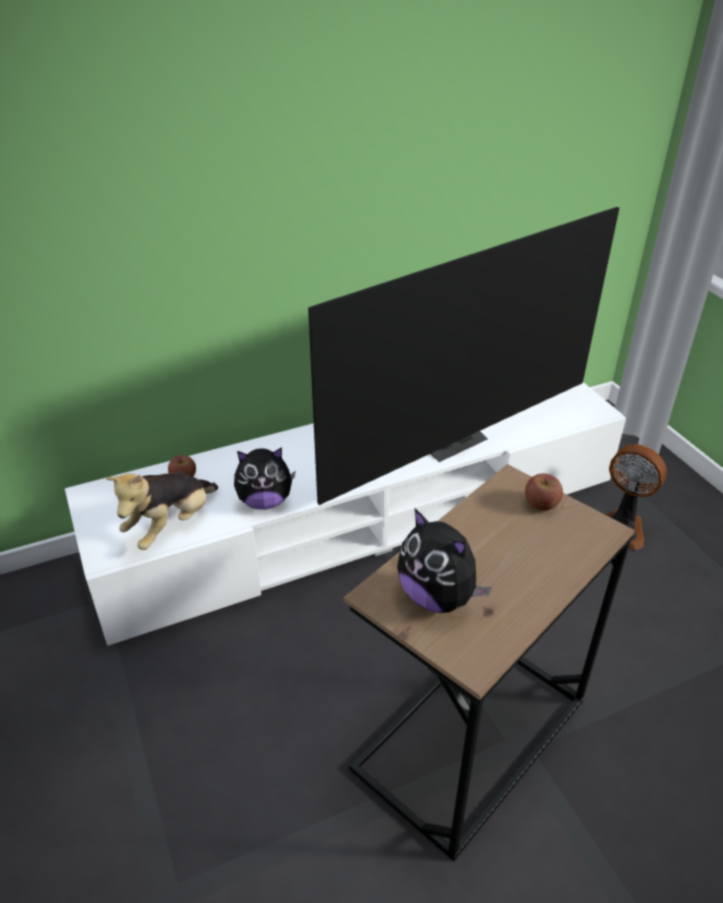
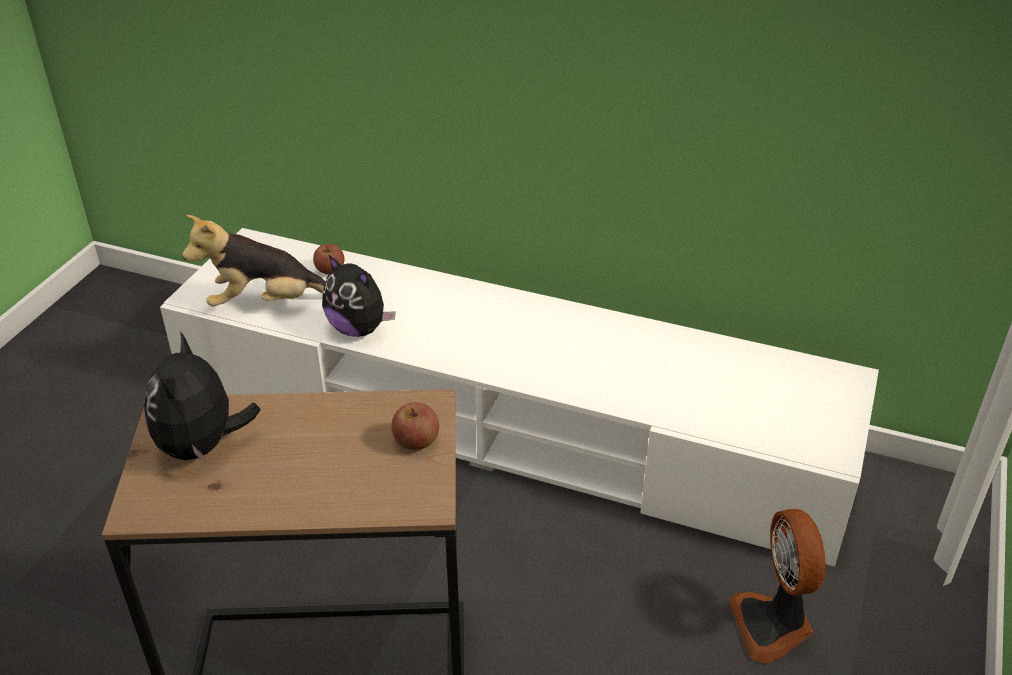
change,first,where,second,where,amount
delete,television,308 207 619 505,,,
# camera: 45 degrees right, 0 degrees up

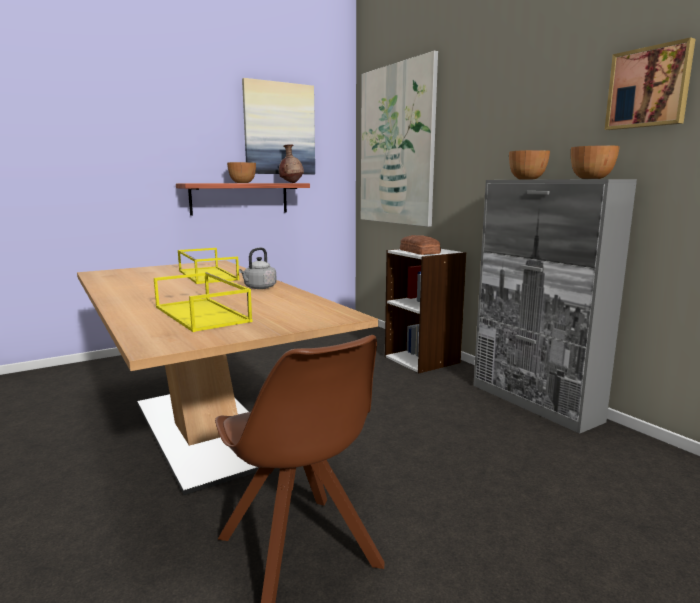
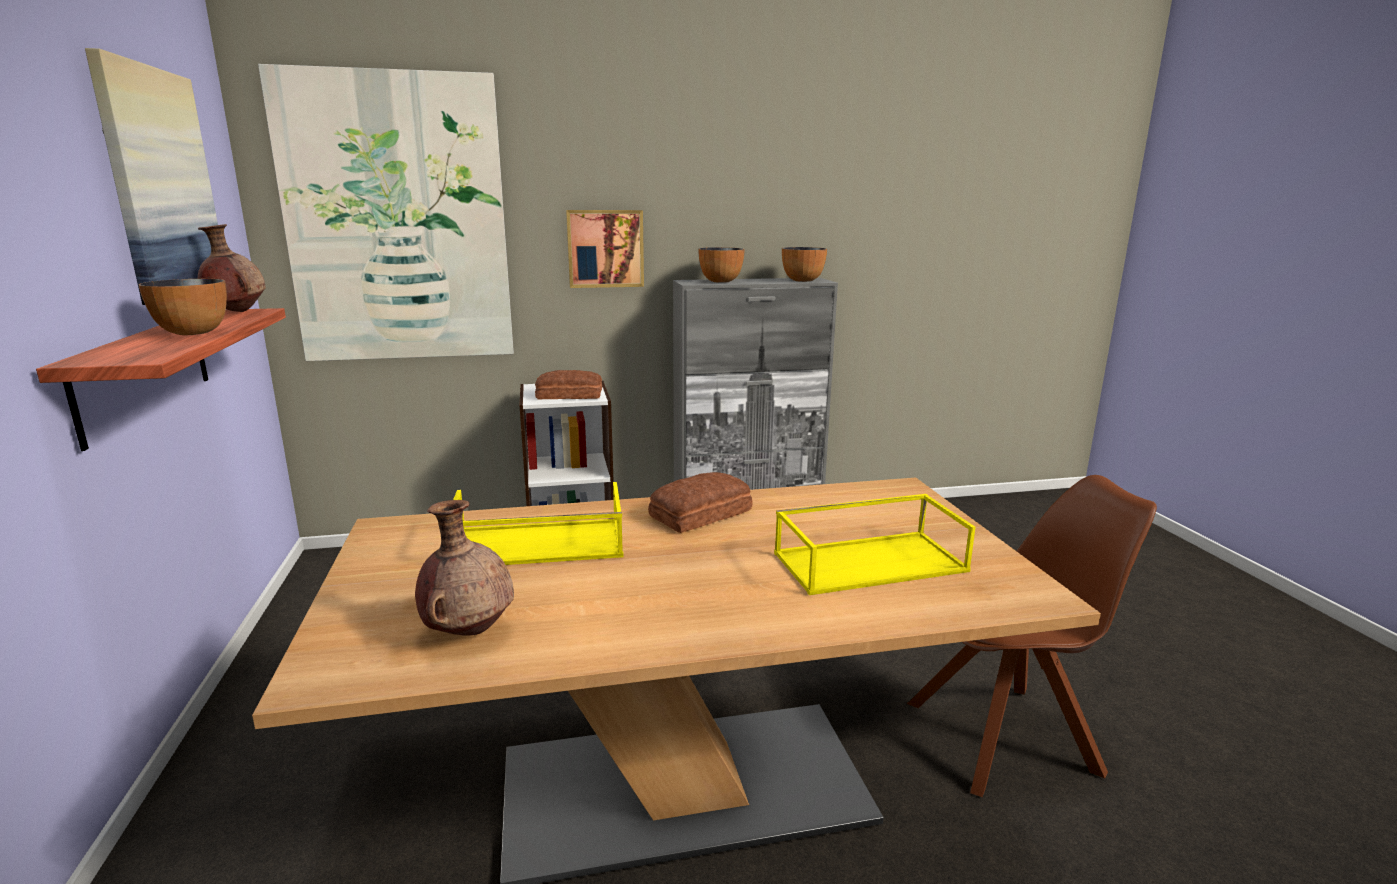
change,first,where,second,where,amount
move,picture,605 37 696 130,,566 210 644 288,
replace,kettle (grey),239 248 277 289,bread,648 472 752 533,
insert,,,vase (brown),415 500 514 636,
# camera: 70 degrees left, 5 degrees up

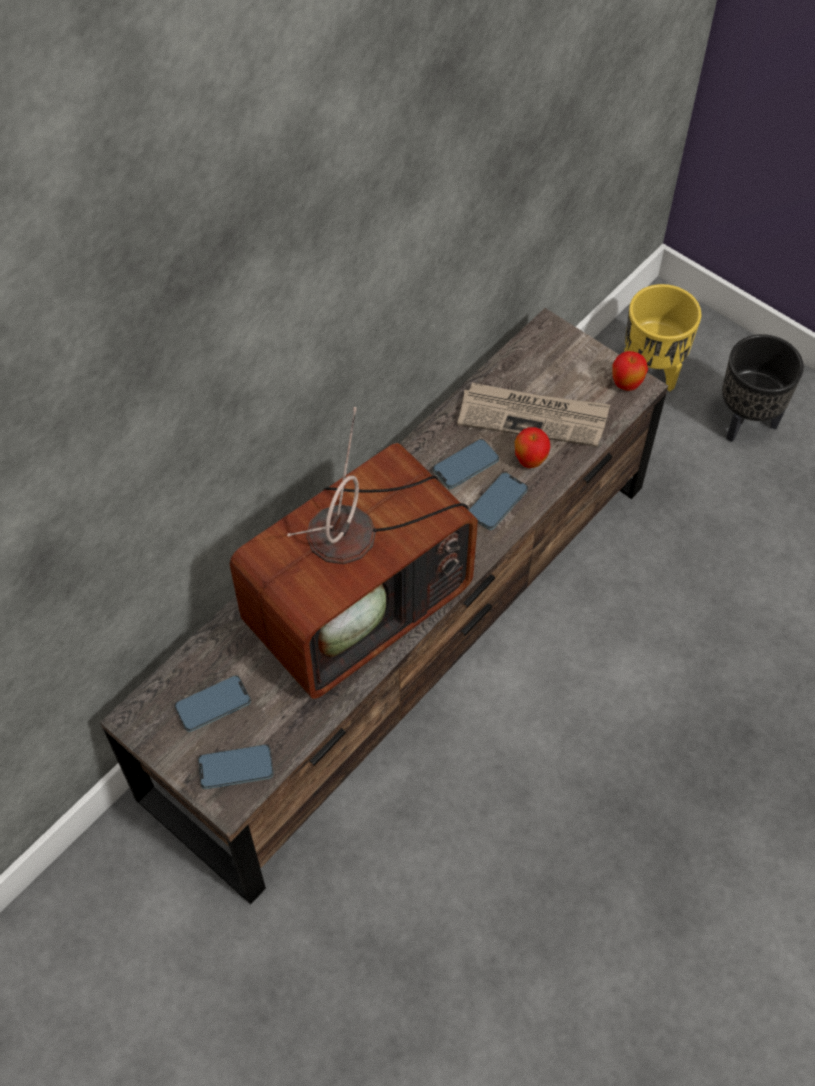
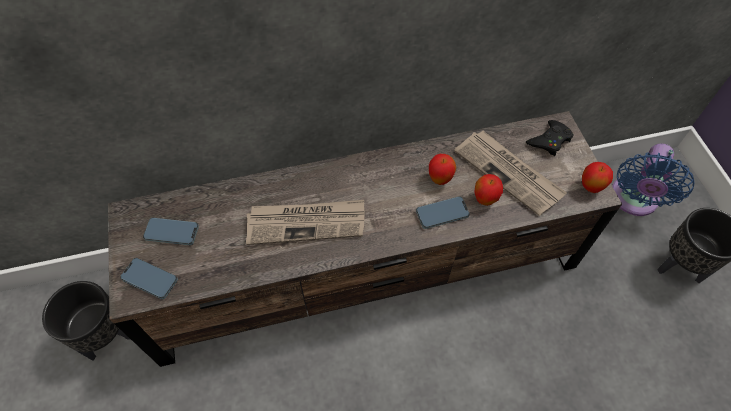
change,first,where,second,where,amount
replace,planter (yellow),624 284 701 392,fan (blue),612 144 694 216,
replace,television,229 407 478 699,newspaper,246 200 364 245,
replace,phone,433 439 499 489,apple,429 154 456 185,
insert,,,game controller (black),526 120 573 156,
insert,,,planter (black),42 281 130 361,
# camera: 35 degrees right, 0 degrees up

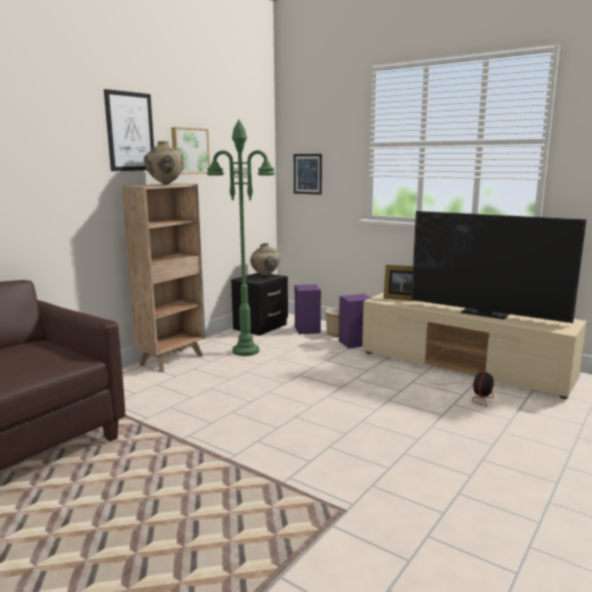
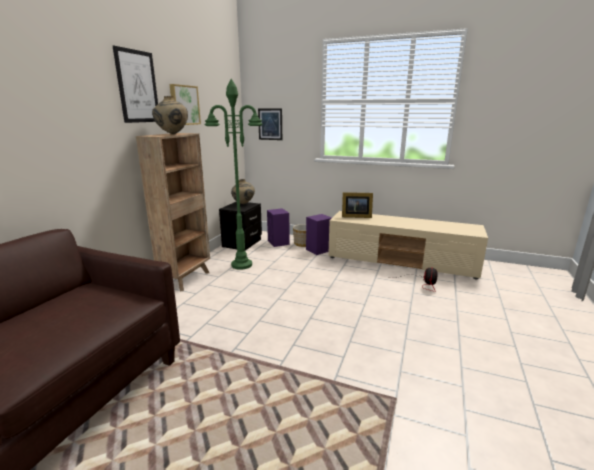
change,first,where,second,where,amount
delete,television,411 211 586 323,,,
# camera: 15 degrees left, 5 degrees up

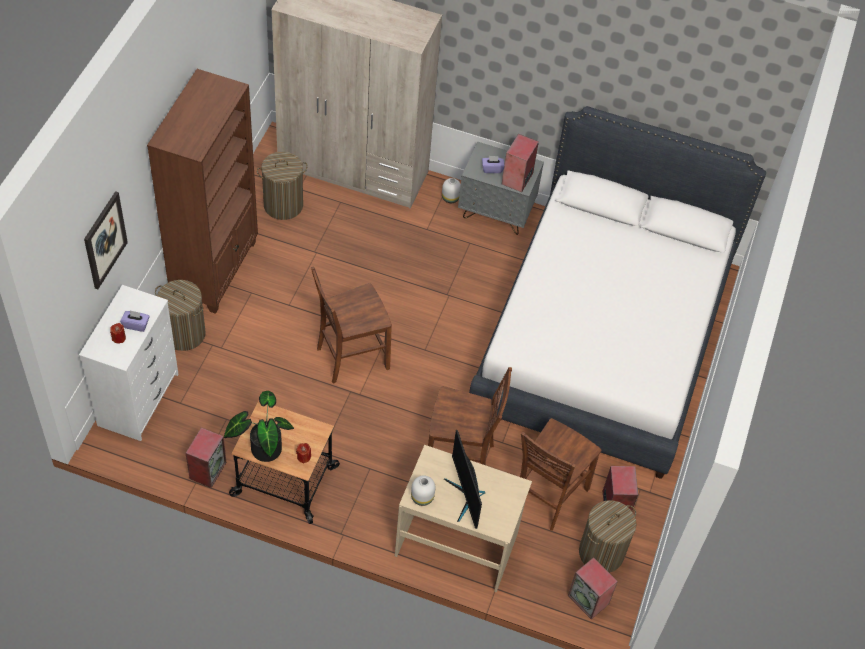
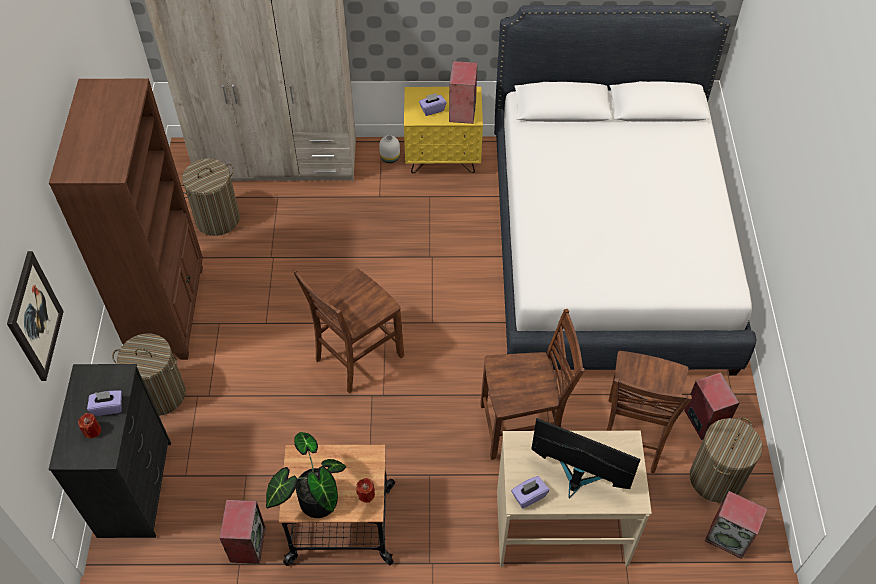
change,first,where,second,where,amount
recolor,nightstand (grey),458 142 544 235,nightstand (yellow),404 87 483 173,
recolor,dresser (white),79 285 179 441,dresser (black),49 364 171 538,
rotate,monitor,444 430 485 529,,531 418 641 499,150 degrees clockwise
replace,vase (white),411 476 435 506,tissue box (purple),511 476 549 509,
# camera: 15 degrees left, 0 degrees up

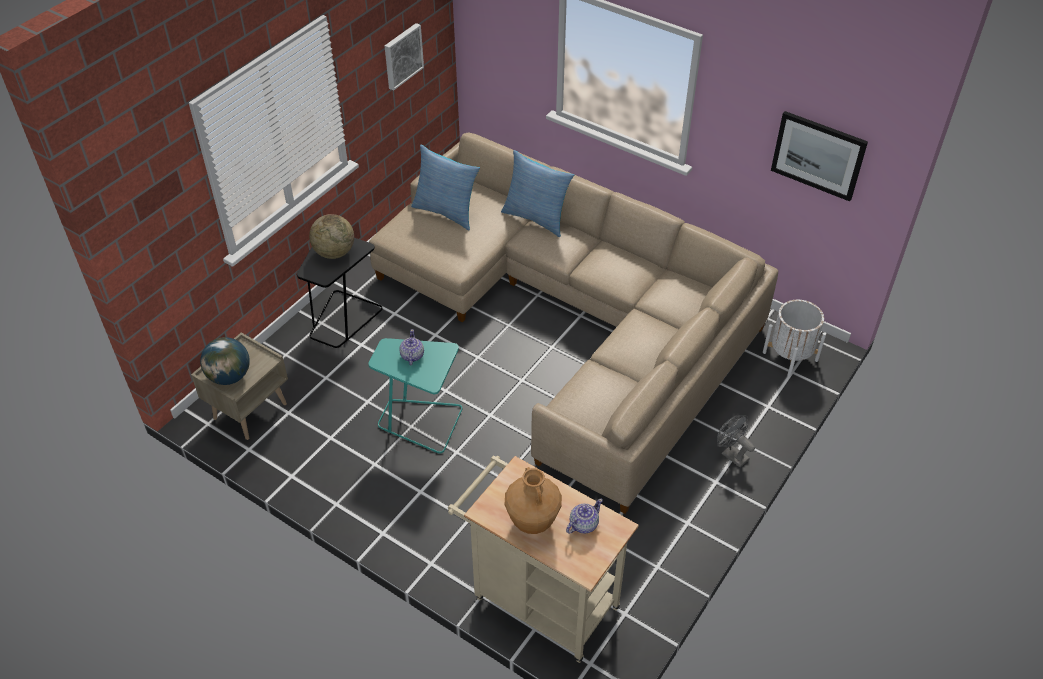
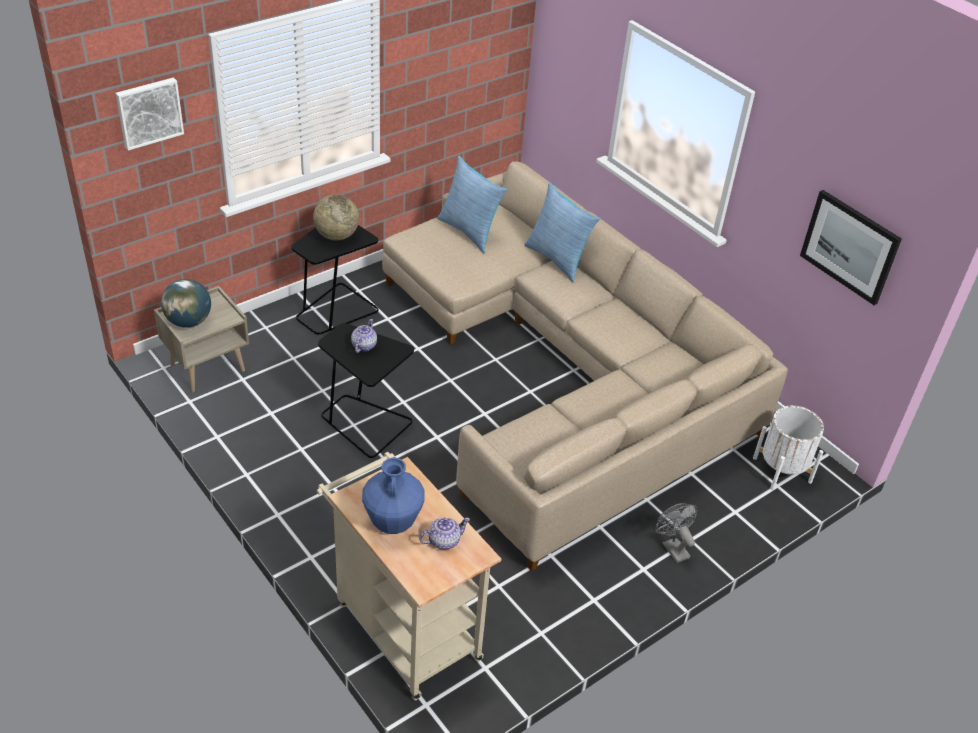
change,first,where,second,where,amount
move,picture,385 23 424 91,,116 77 184 151,
recolor,side table (turquoise),368 338 462 454,side table (black),318 323 414 458,
recolor,vase (brown),505 467 562 534,vase (blue),362 457 424 534,
# camera: 15 degrees right, 5 degrees down

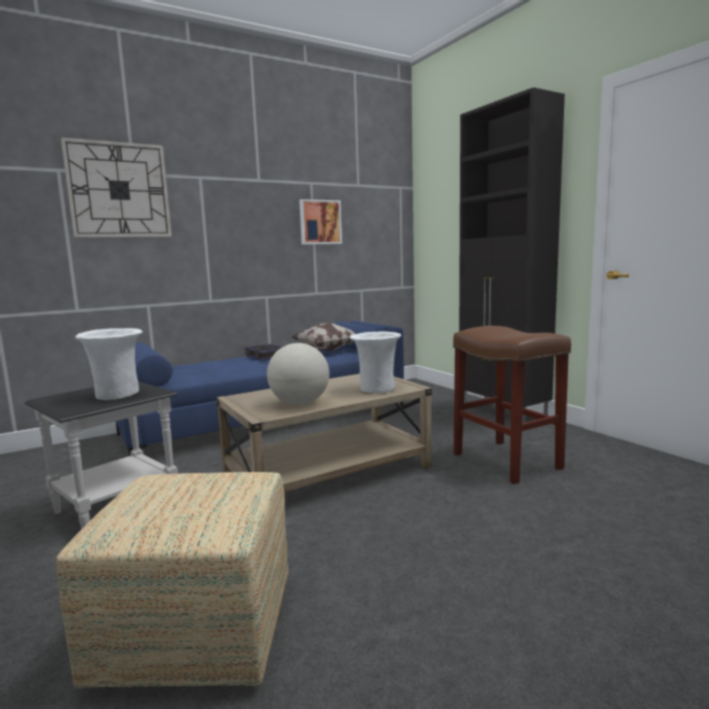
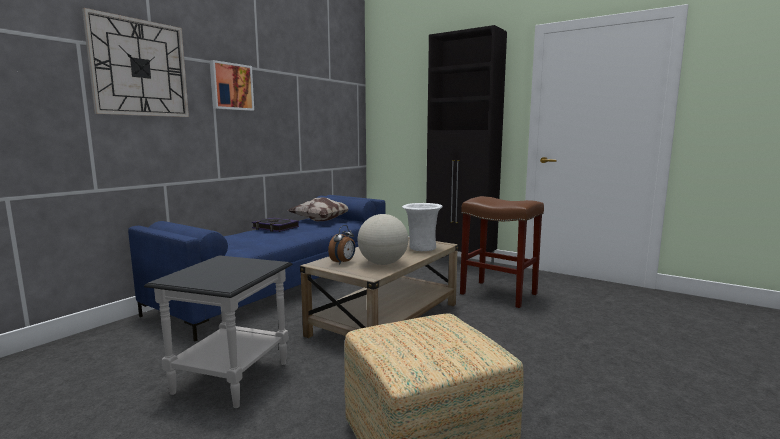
change,first,where,second,where,amount
move,picture,299 199 342 245,,210 60 254 111,
delete,vase (white),75 328 142 400,,,
insert,,,alarm clock,328 225 355 265,
# camera: 25 degrees left, 0 degrees up

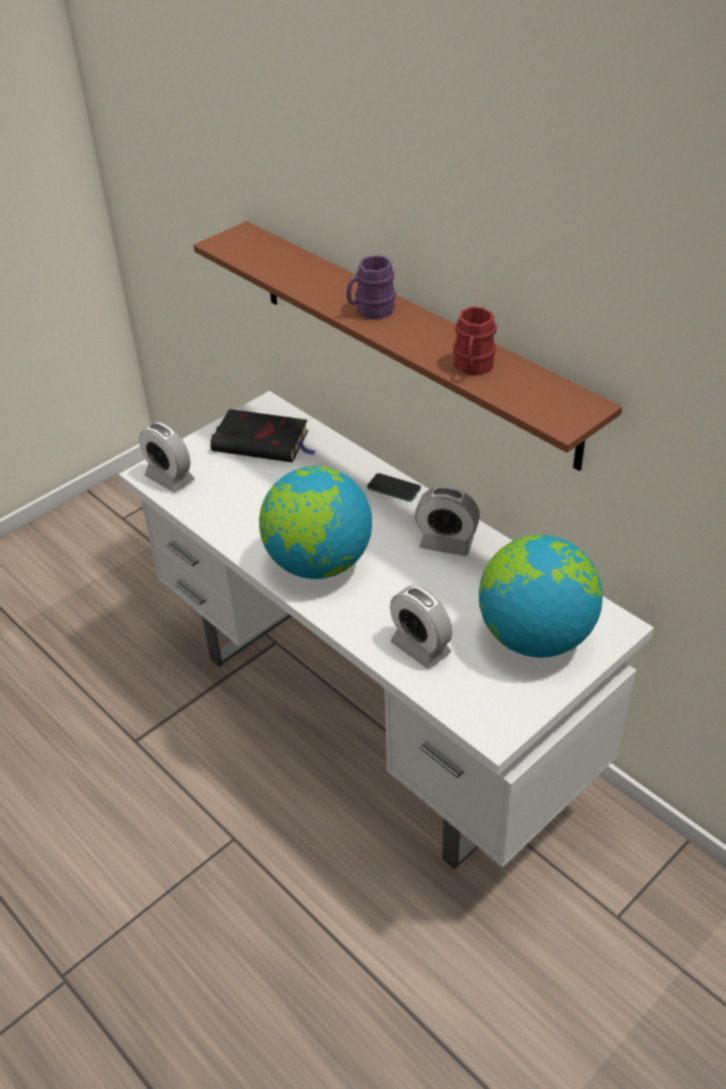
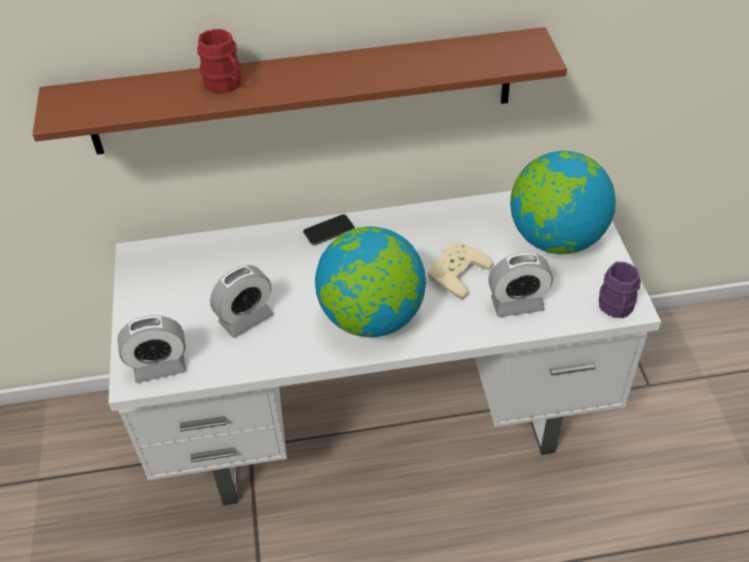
change,first,where,second,where,amount
move,mug (purple),347 255 396 319,,599 262 641 318,
move,mug (red),453 306 497 375,,197 29 241 93,
delete,book (black),210 409 316 463,,,
move,alarm clock,415 486 480 556,,210 265 273 338,
insert,,,game controller (beige),428 242 494 299,
# camera: 55 degrees left, 5 degrees up

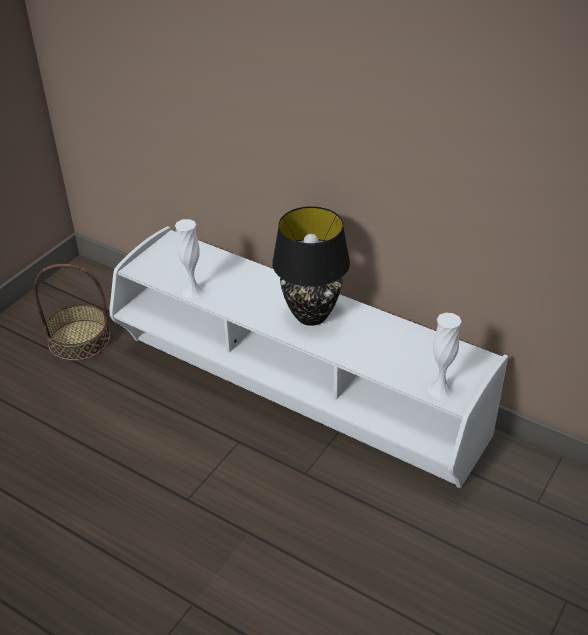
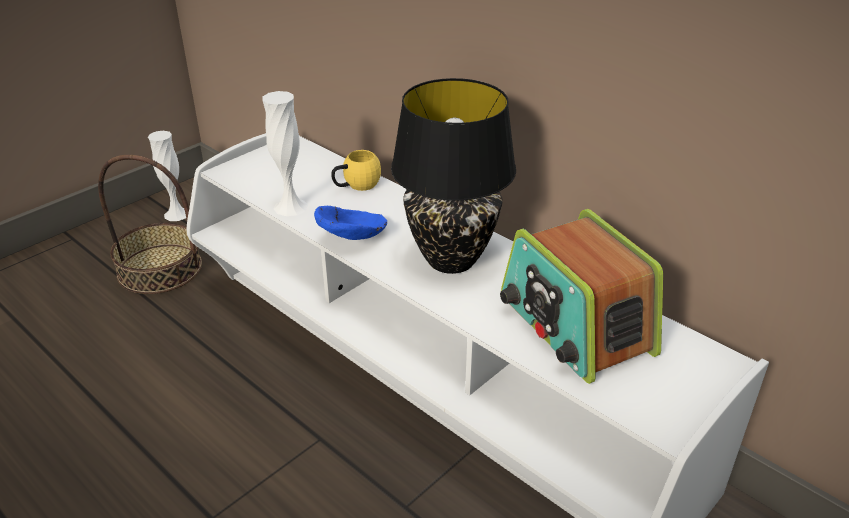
change,first,where,second,where,amount
move,vase (white),427 313 462 399,,148 131 186 221,
insert,,,mug (yellow),331 150 381 191,
insert,,,bowl (blue),314 206 387 240,
insert,,,radio,500 209 663 384,
# camera: 10 degrees right, 5 degrees down

